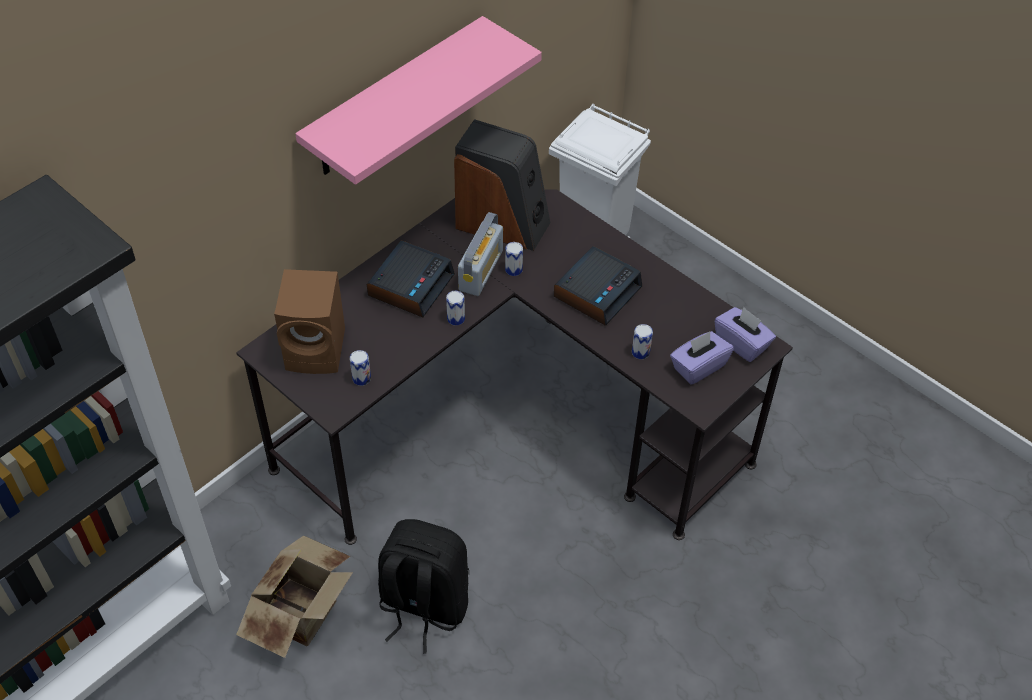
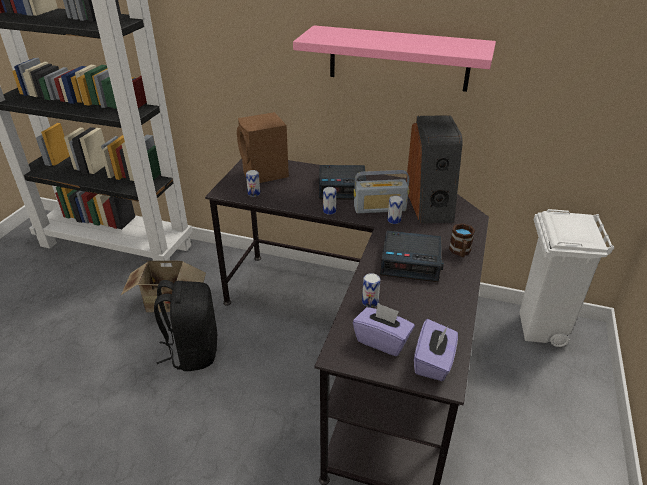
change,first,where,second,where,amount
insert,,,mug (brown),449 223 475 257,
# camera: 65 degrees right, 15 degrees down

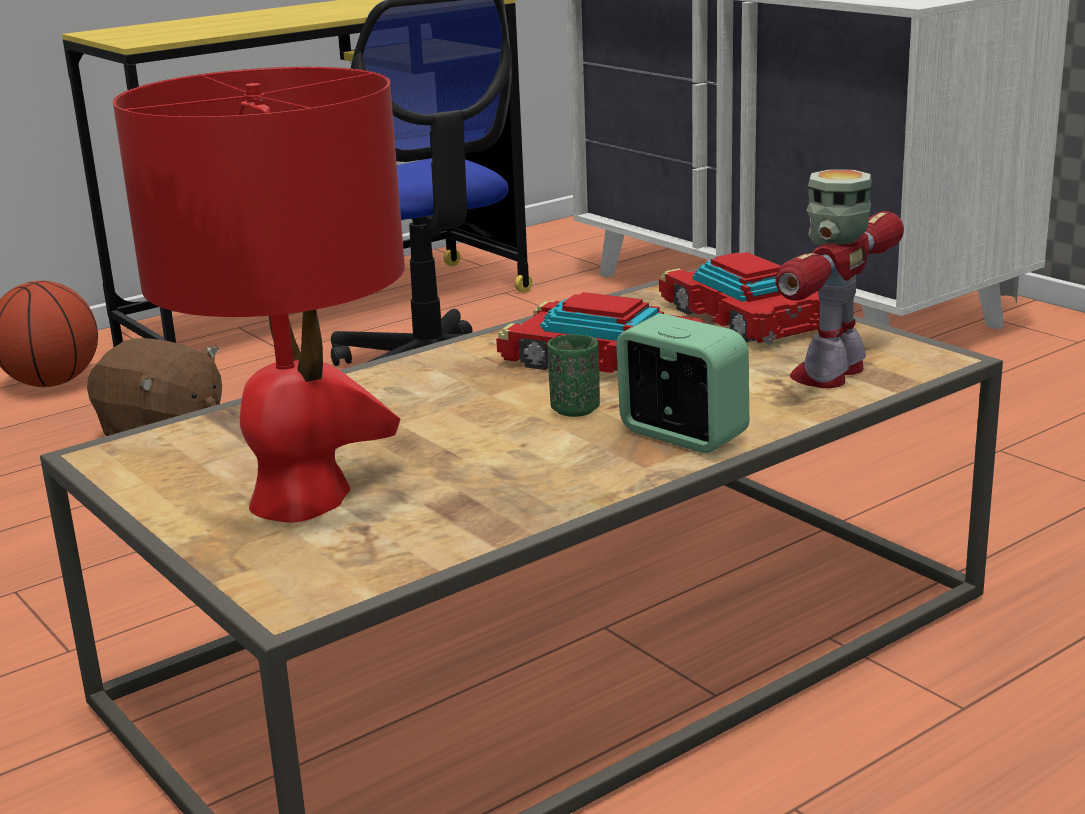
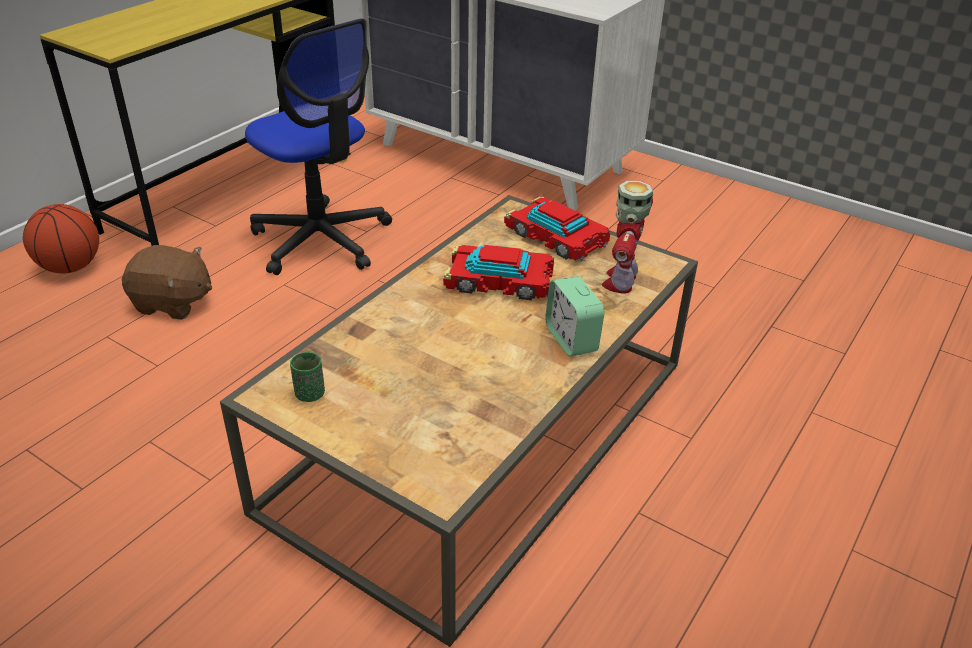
change,first,where,second,where,amount
delete,table lamp (red),113 67 405 523,,,
rotate,alarm clock,616 314 749 453,,545 276 604 356,135 degrees counterclockwise
move,cup (green),547 334 600 417,,290 352 325 402,
# camera: 20 degrees left, 15 degrees up

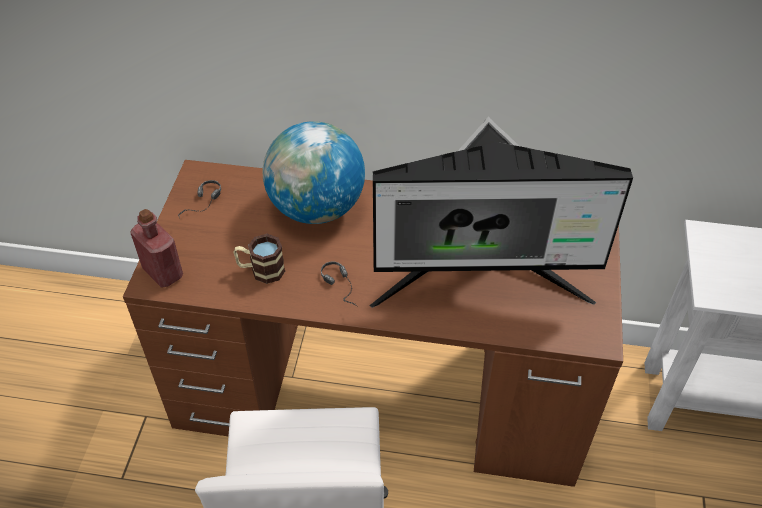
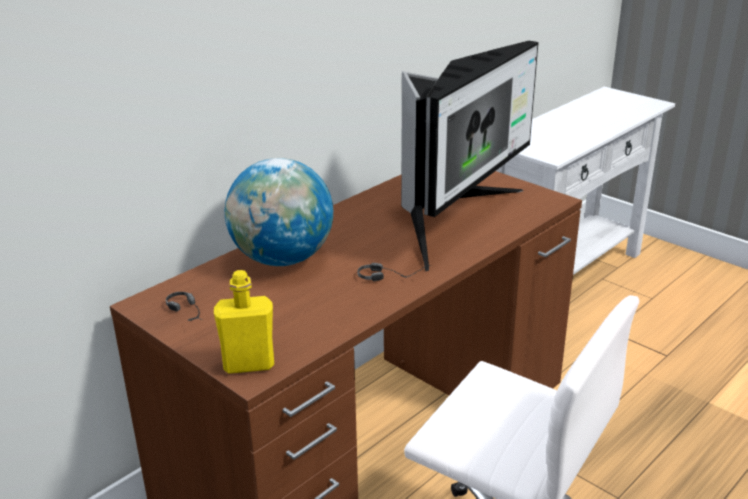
change,first,where,second,where,amount
recolor,bottle (red),130 209 183 288,bottle (yellow),214 270 274 374,
delete,mug,234 234 285 284,,,
# camera: 55 degrees left, 20 degrees down

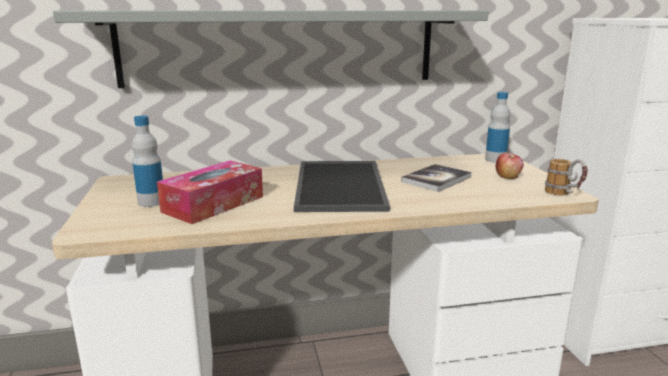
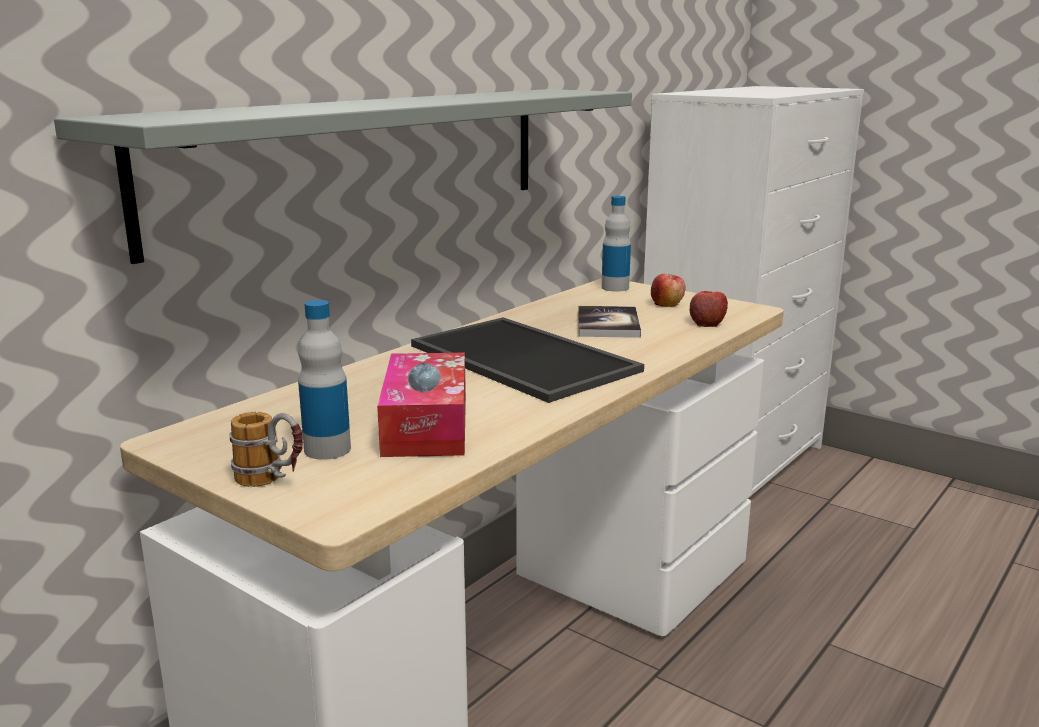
change,first,where,second,where,amount
move,mug,545 159 588 196,,229 412 303 487,
insert,,,apple,690 291 728 327,
# camera: 40 degrees left, 0 degrees up

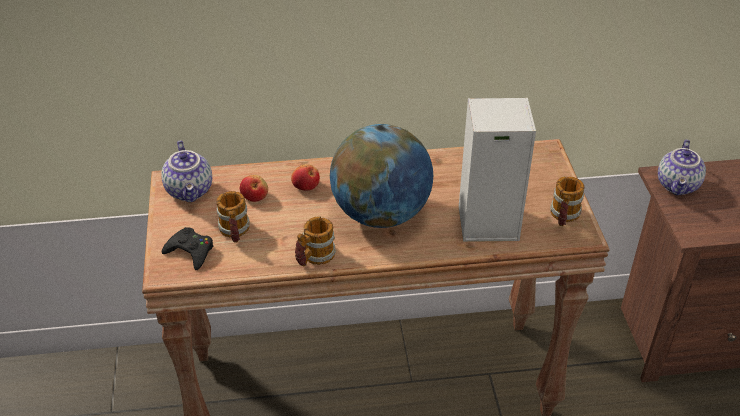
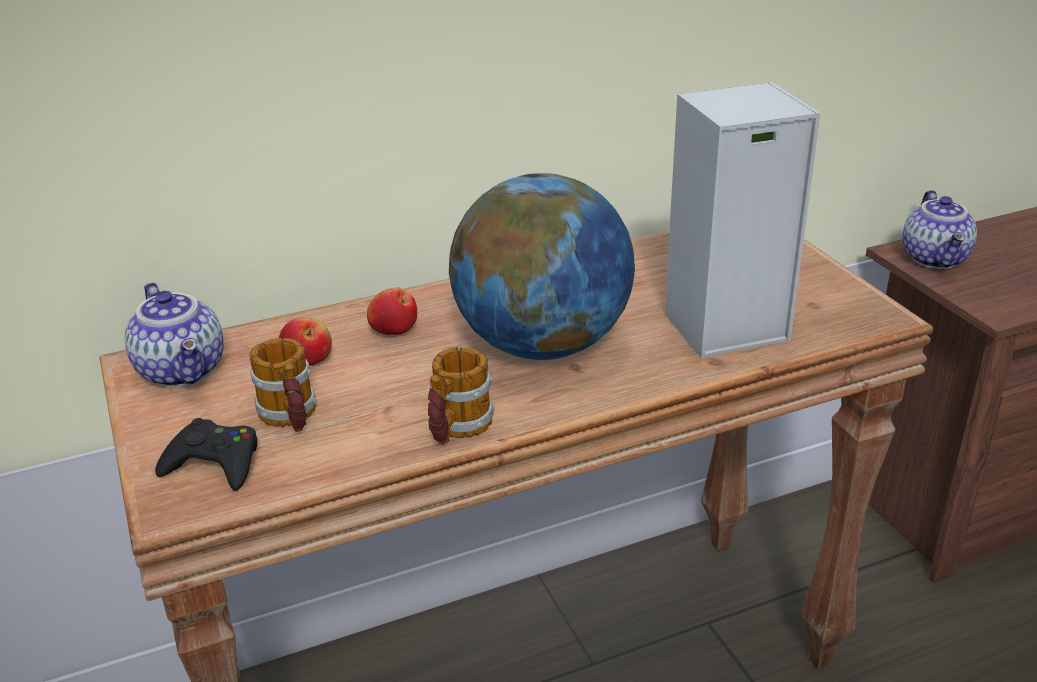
change,first,where,second,where,amount
delete,mug,550 176 584 226,,,
# camera: 15 degrees left, 10 degrees down

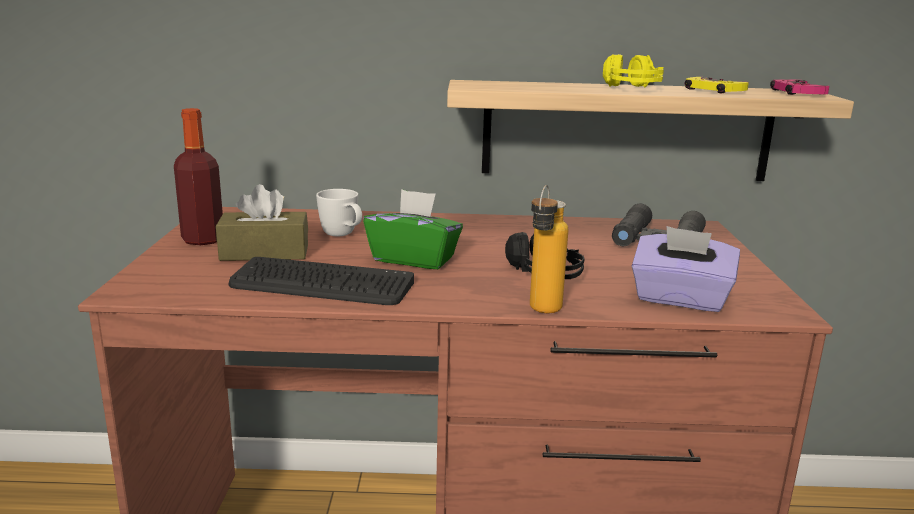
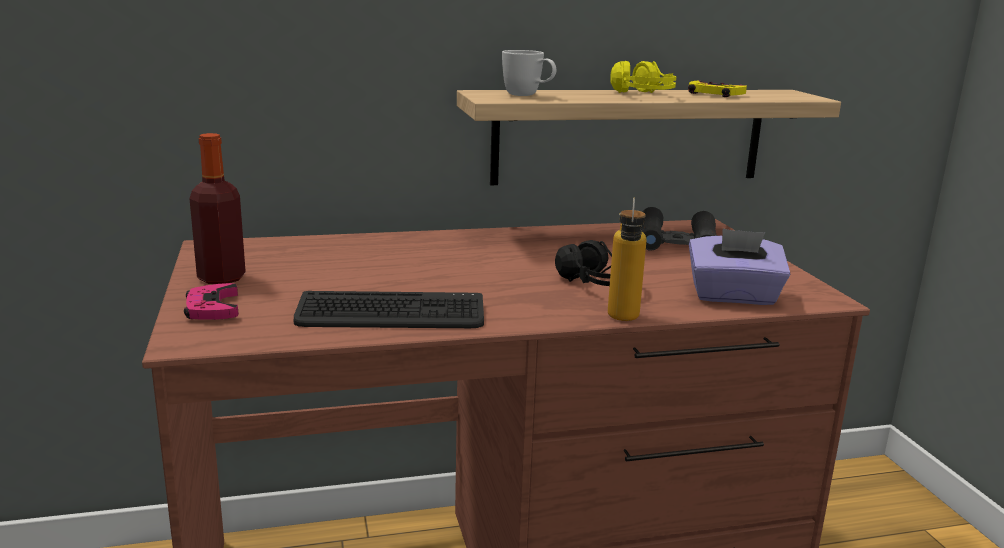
change,first,where,second,where,amount
move,game controller (pink),770 79 829 95,,184 283 239 320,
delete,tissue box (brown),216 184 308 261,,,
move,mug (white),316 189 362 236,,502 50 556 96,
delete,tissue box (green),363 189 463 269,,,
# camera: 15 degrees left, 0 degrees up

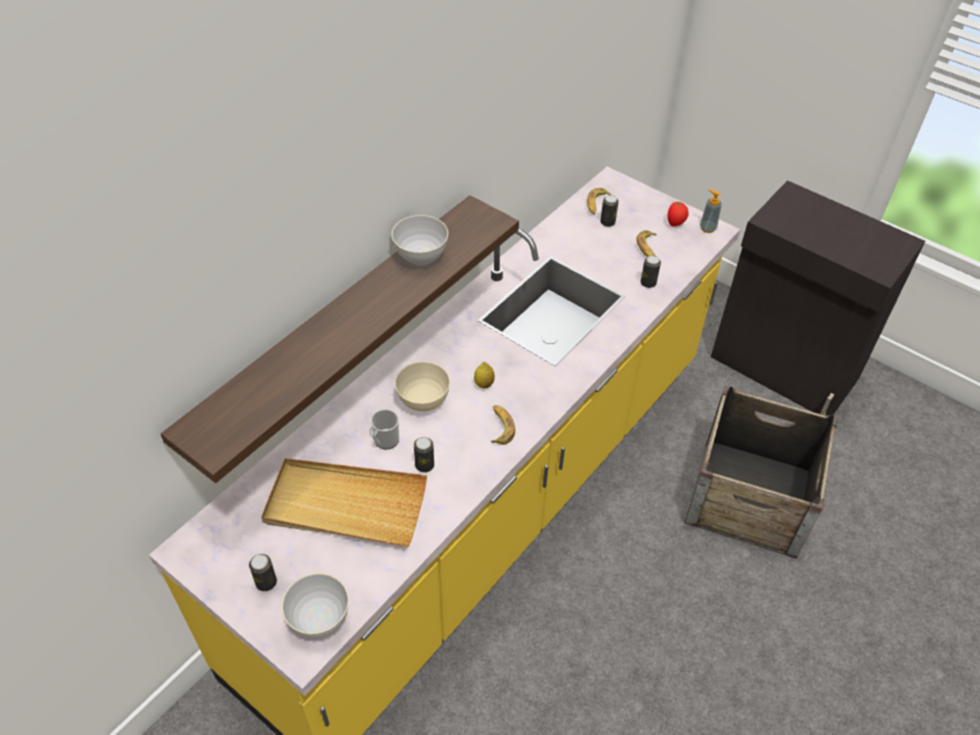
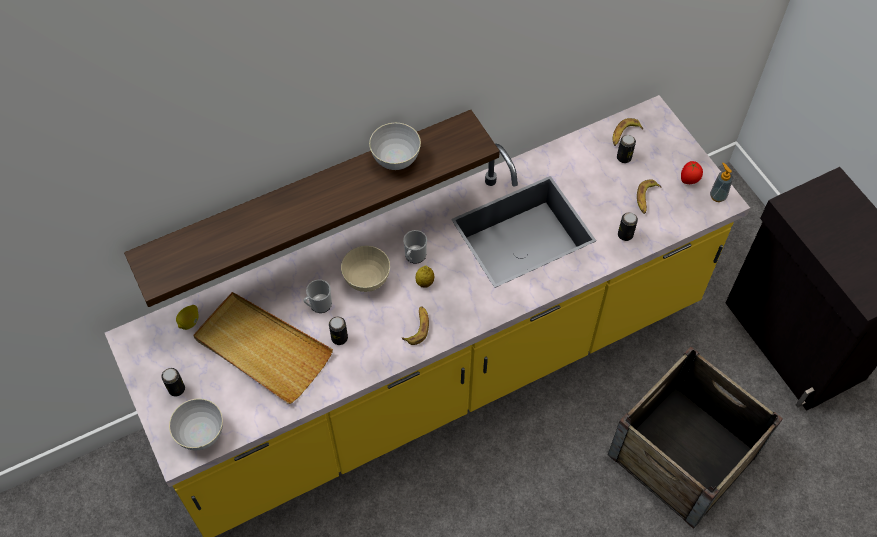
change,first,where,second,where,amount
insert,,,mug,403 230 427 264,
insert,,,lemon,176 305 199 330,
# camera: 25 degrees right, 10 degrees up

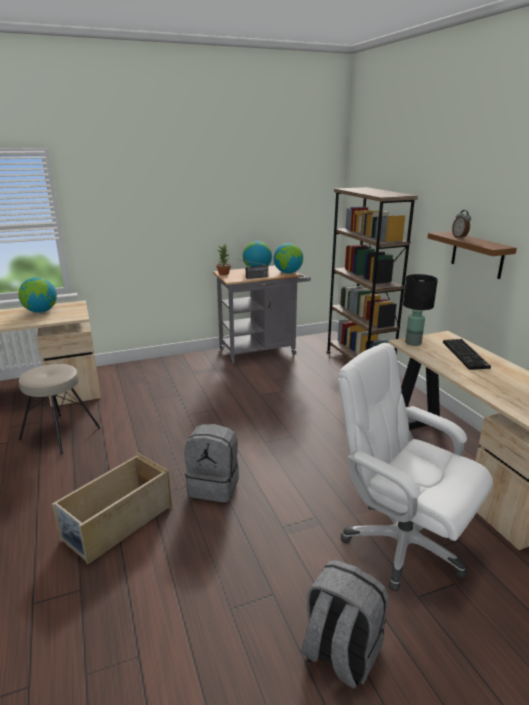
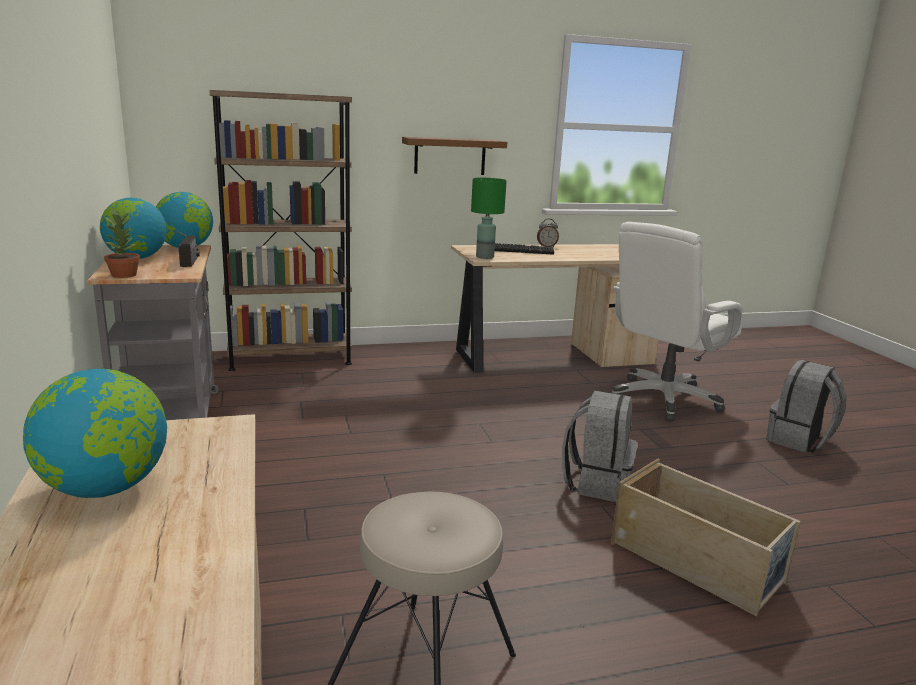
change,first,where,second,where,amount
move,alarm clock,452 210 471 239,,537 219 559 247,
recolor,table lamp (black),403 274 438 346,table lamp (green),471 178 507 259,
# camera: 85 degrees left, 5 degrees down

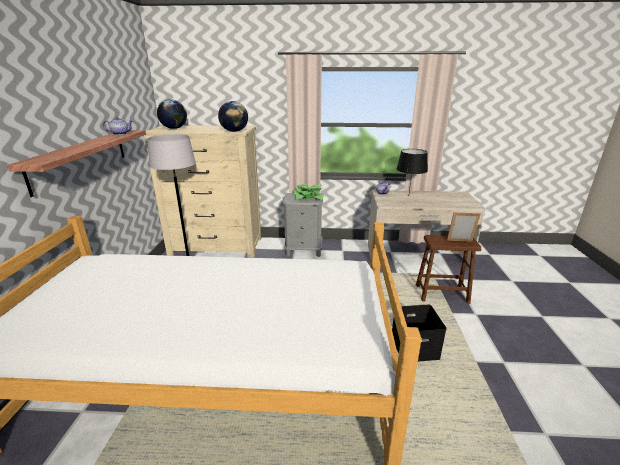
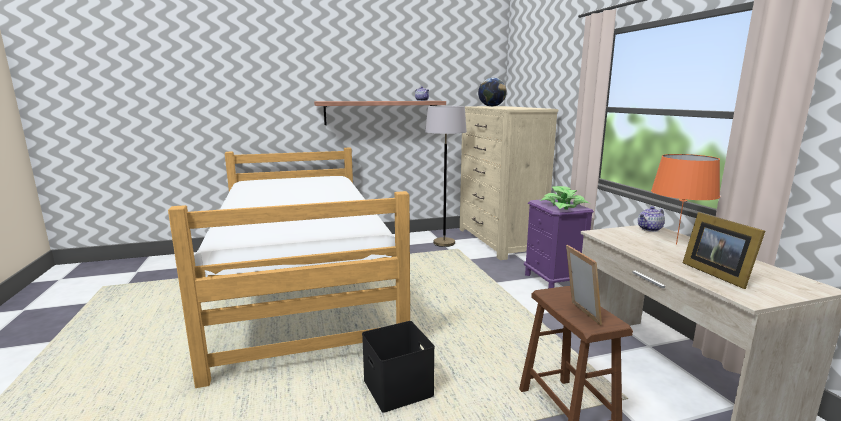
change,first,where,second,where,amount
delete,globe,218 101 248 132,,,
recolor,table lamp (black),397 149 428 192,table lamp (orange),651 154 720 245,
recolor,nightstand (grey),283 193 323 257,nightstand (purple),524 199 594 288,
insert,,,picture frame,683 212 765 289,
# camera: 70 degrees right, 10 degrees down

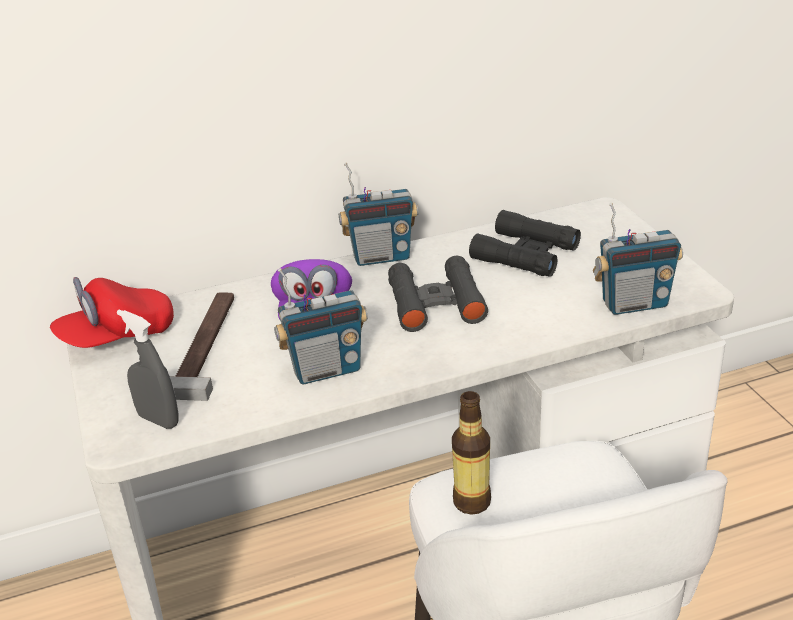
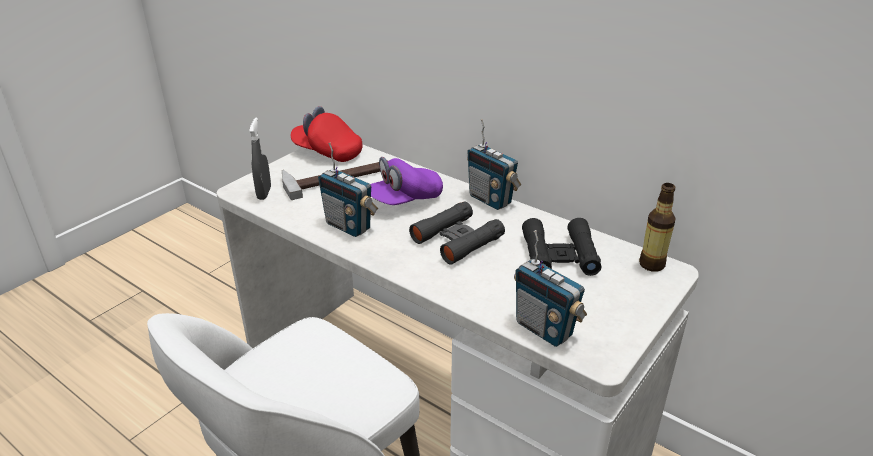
change,first,where,second,where,amount
move,bottle,452 391 491 515,,639 183 676 272,
# camera: 55 degrees right, 0 degrees up

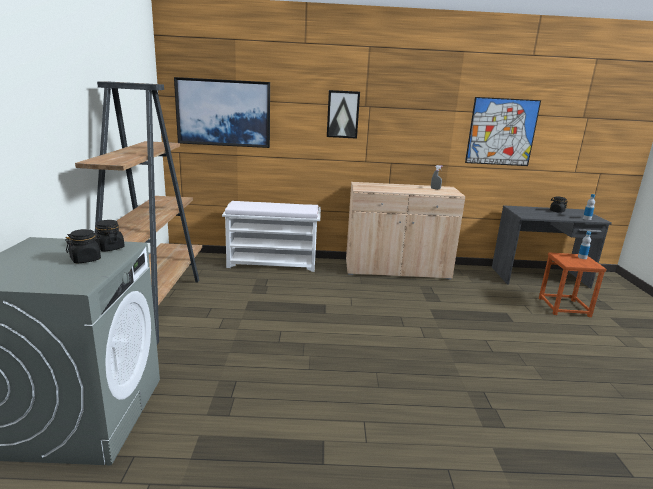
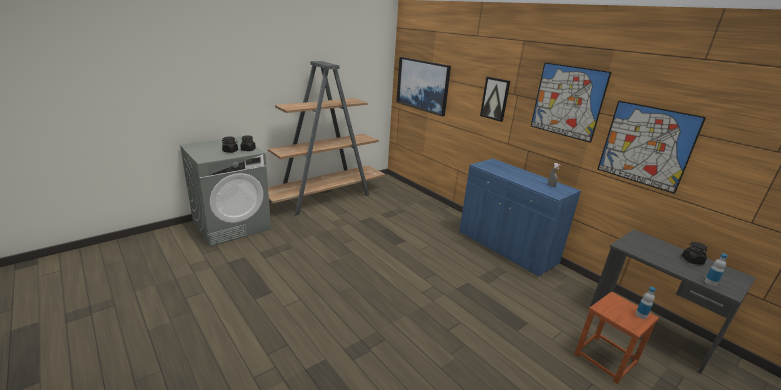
change,first,where,second,where,amount
recolor,cabinet (beige),346 182 465 279,cabinet (blue),459 159 581 277,
delete,bench (white),222 201 321 272,,,
insert,,,picture,531 62 612 143,
# camera: 50 degrees right, 5 degrees up

